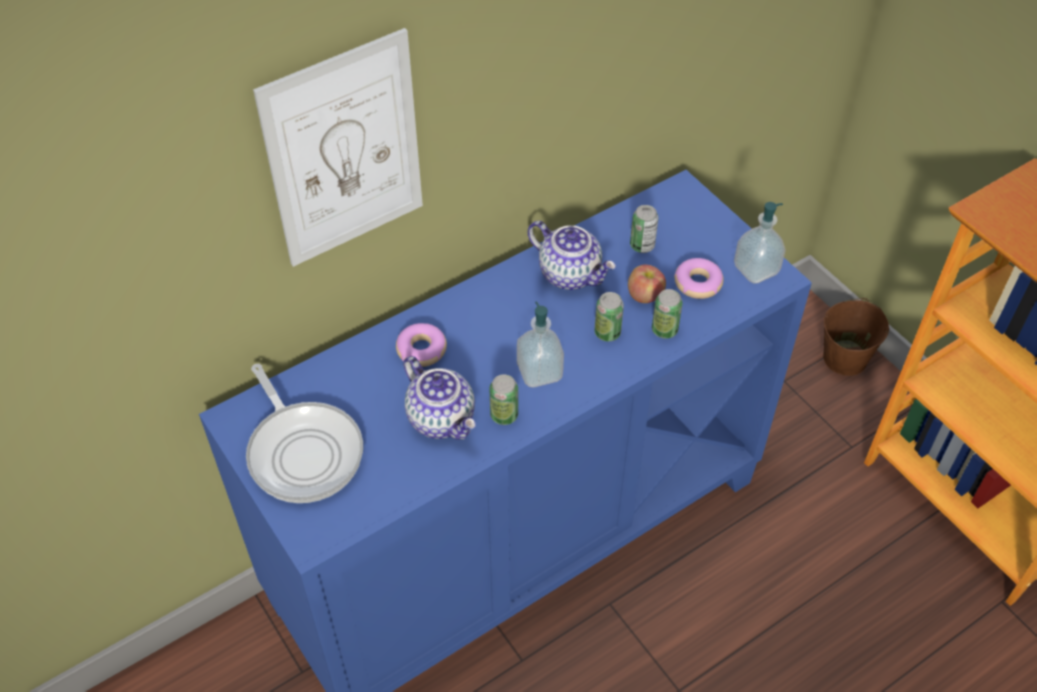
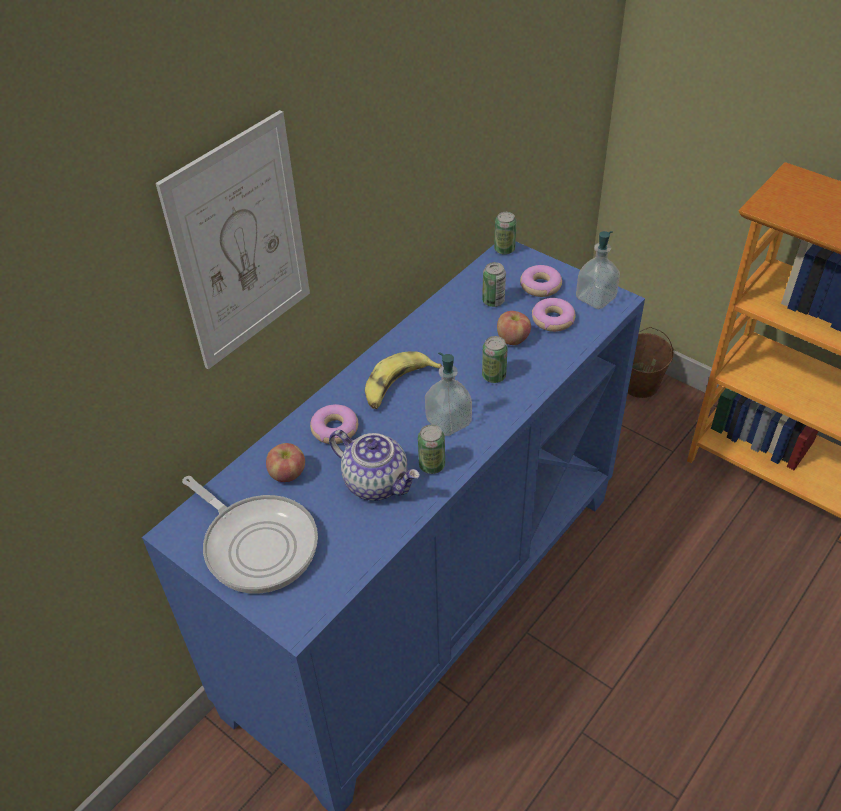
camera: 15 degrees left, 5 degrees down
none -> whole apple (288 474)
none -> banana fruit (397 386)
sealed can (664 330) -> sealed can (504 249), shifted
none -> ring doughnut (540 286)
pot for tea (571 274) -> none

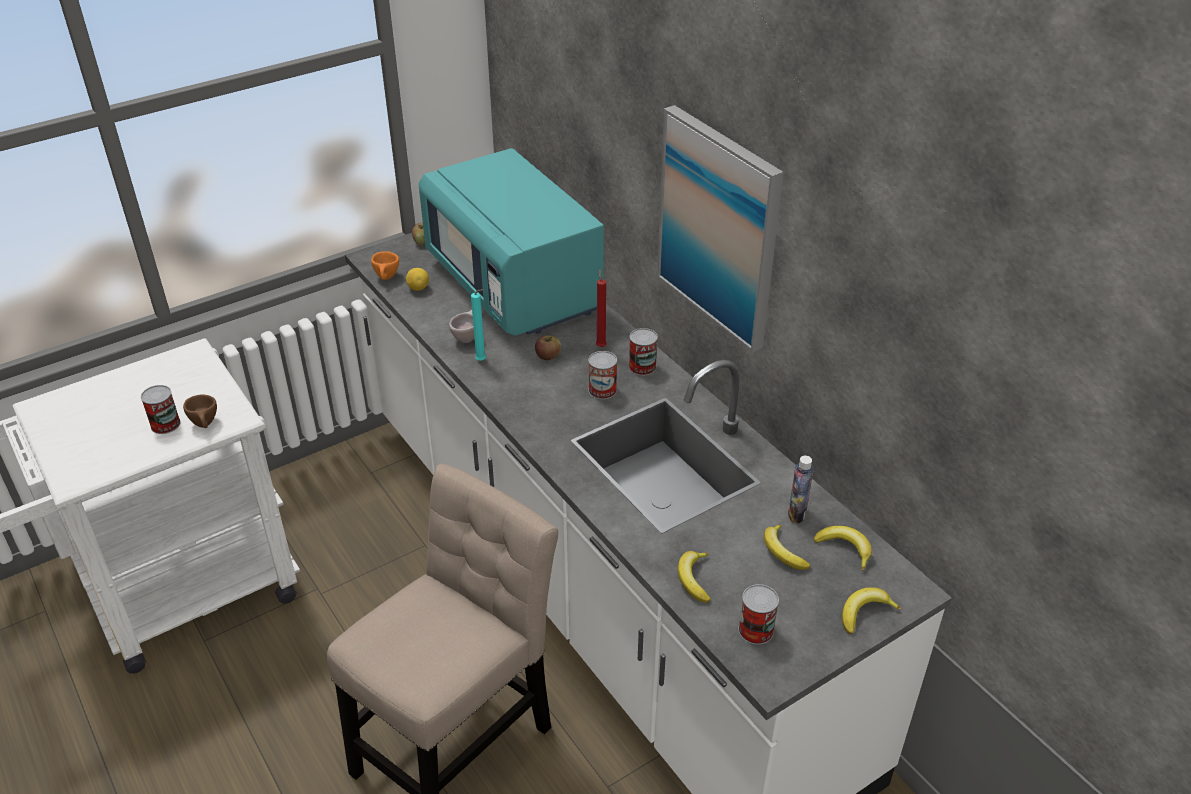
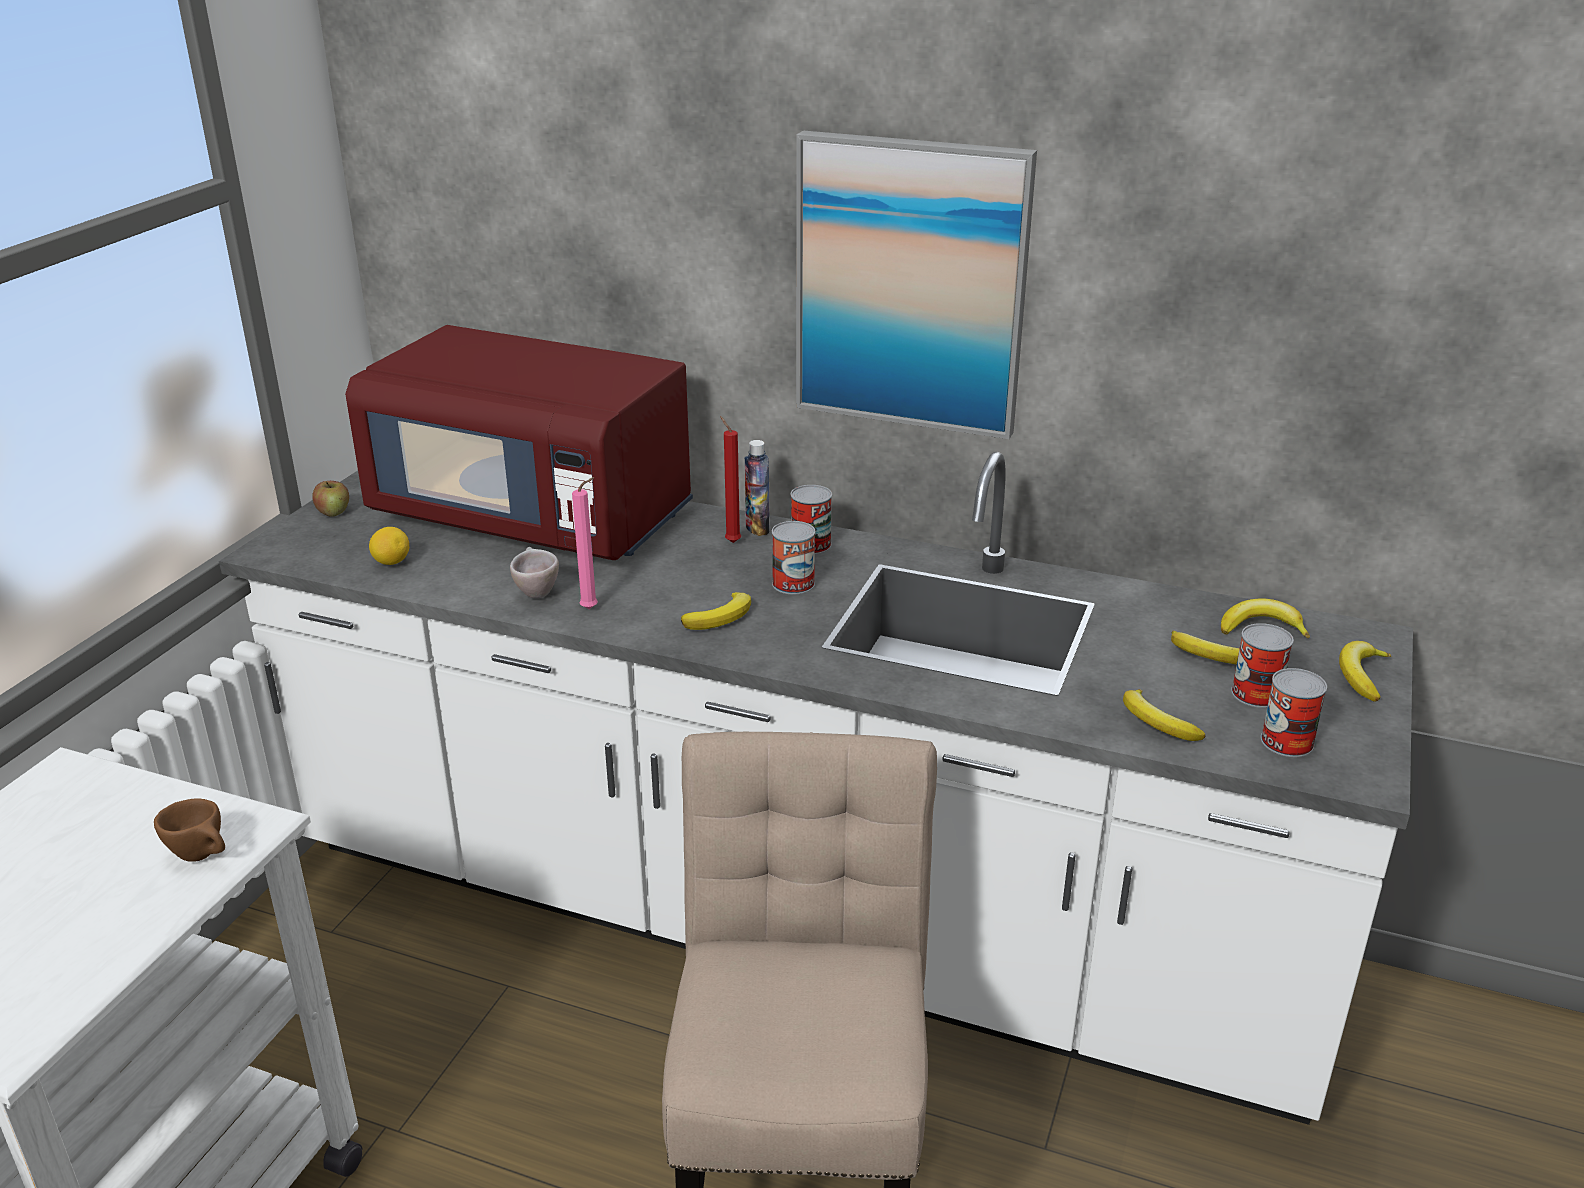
camera: 35 degrees left, 10 degrees down
microwave (blue-green) (515 286) -> microwave (red-coloured) (534 519)
wax candle (blue-green) (482 361) -> wax candle (pinkish) (592 608)
none -> banana fruit (721 617)
beverage bottle (797 513) -> beverage bottle (757 528), shifted
sealed can (165 424) -> sealed can (1256 694), shifted
small cup (orangey) (387 278) -> none
whole apple (548 356) -> none

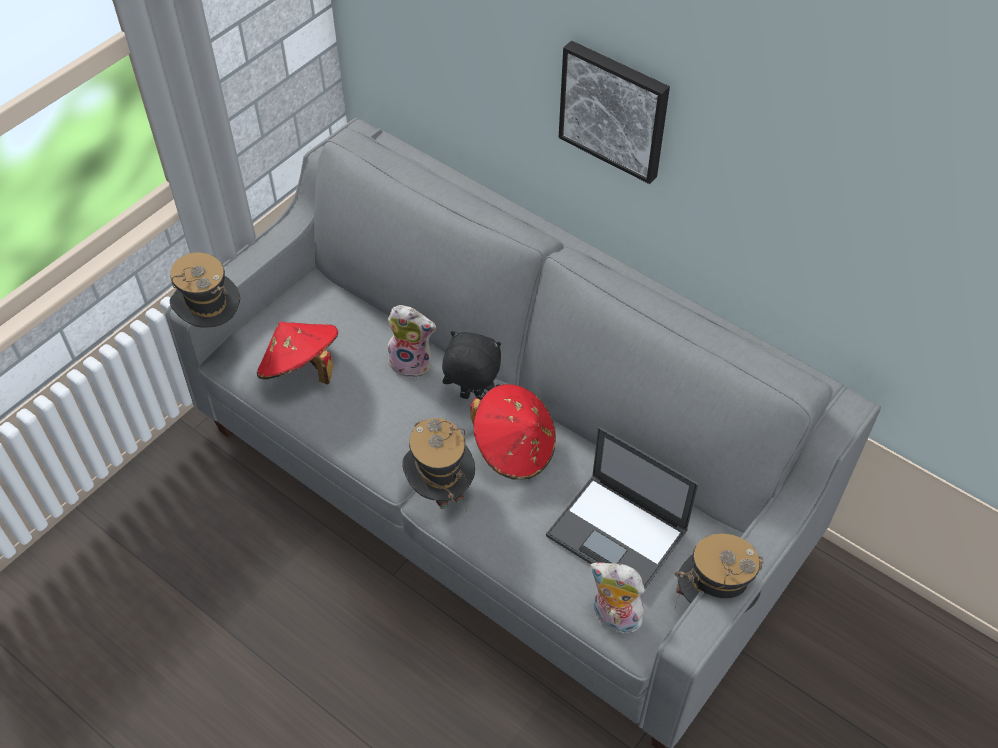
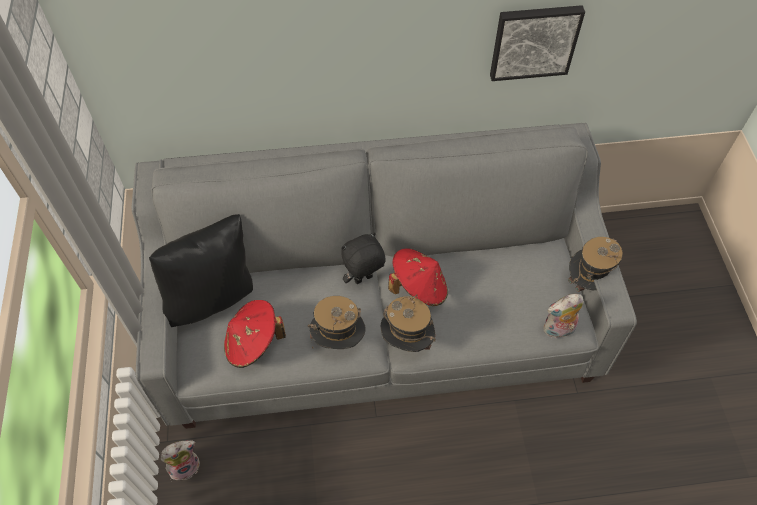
camera: 45 degrees left, 5 degrees up
none -> cushion (black) (212 296)
cuddly toy (413 362) -> cuddly toy (185 465), shifted
hat (212 324) -> hat (338 340), shifted
wall picture (615 109) -> wall picture (534 41), shifted
notebook computer (618 534) -> none

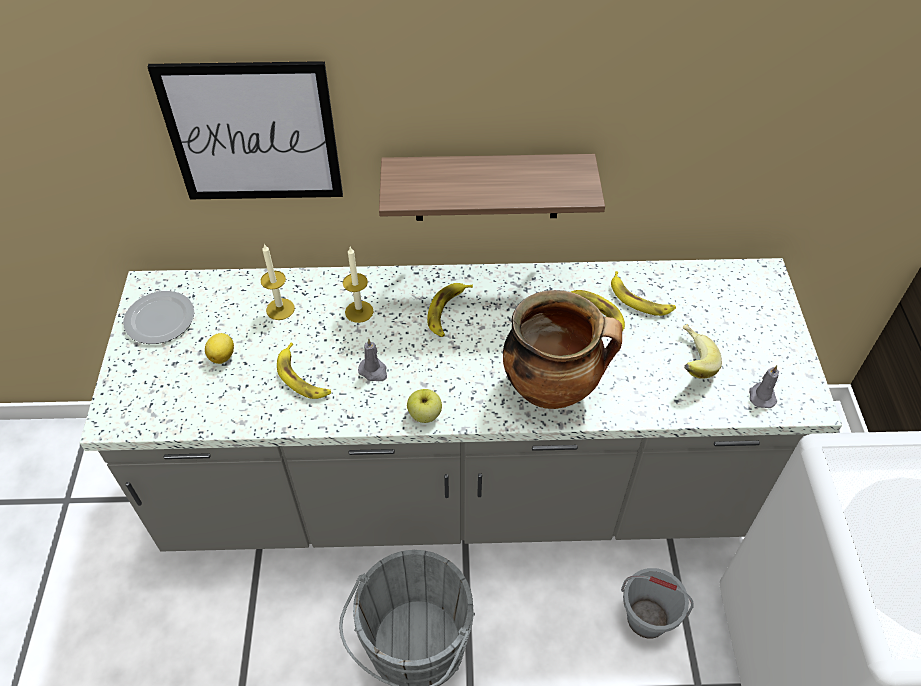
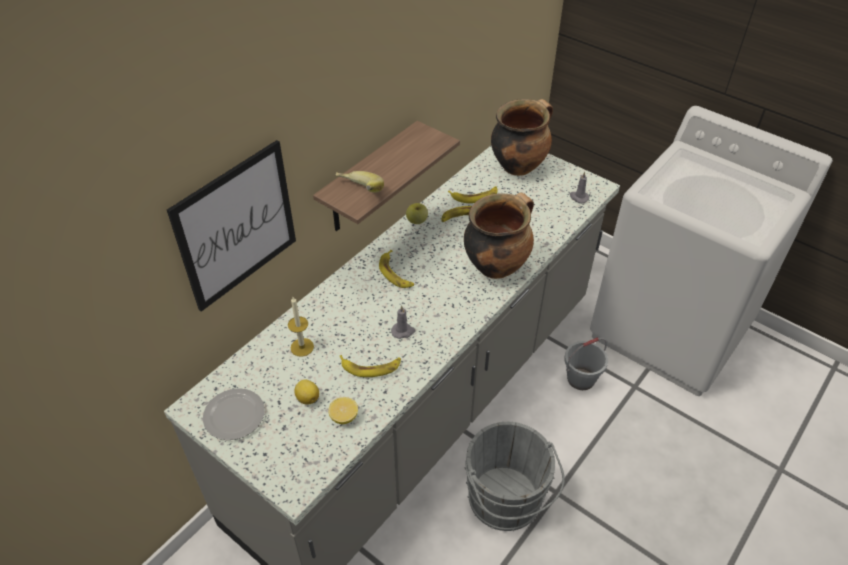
camera: 50 degrees left, 5 degrees down
none -> lemon (344 417)
banana fruit (689 362) -> banana fruit (358 193), shifted
whole apple (425 415) -> whole apple (417 221), shifted
none -> saucepot (518 165)
wax candle (359 311) -> none

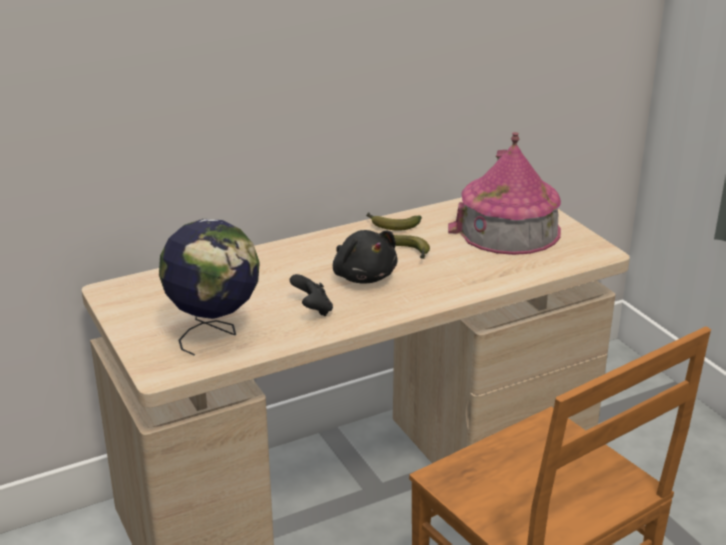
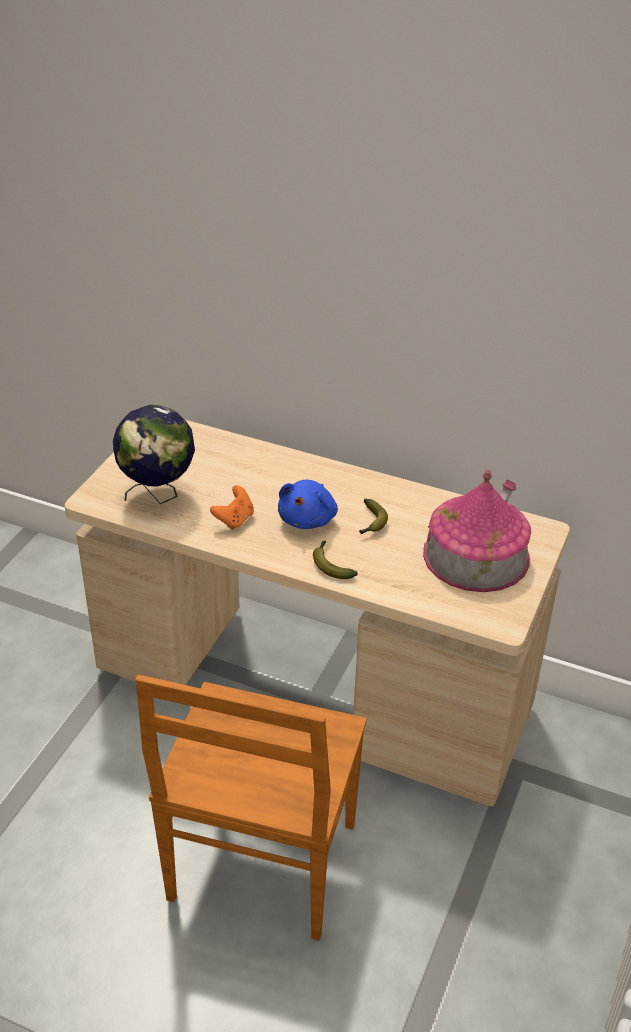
camera: 50 degrees right, 10 degrees up
game controller (black) (313 310) -> game controller (orangey) (234 520)
cuddly toy (black) (363 276) -> cuddly toy (blue) (308 519)
banana fruit (391 225) -> banana fruit (331 565), shifted

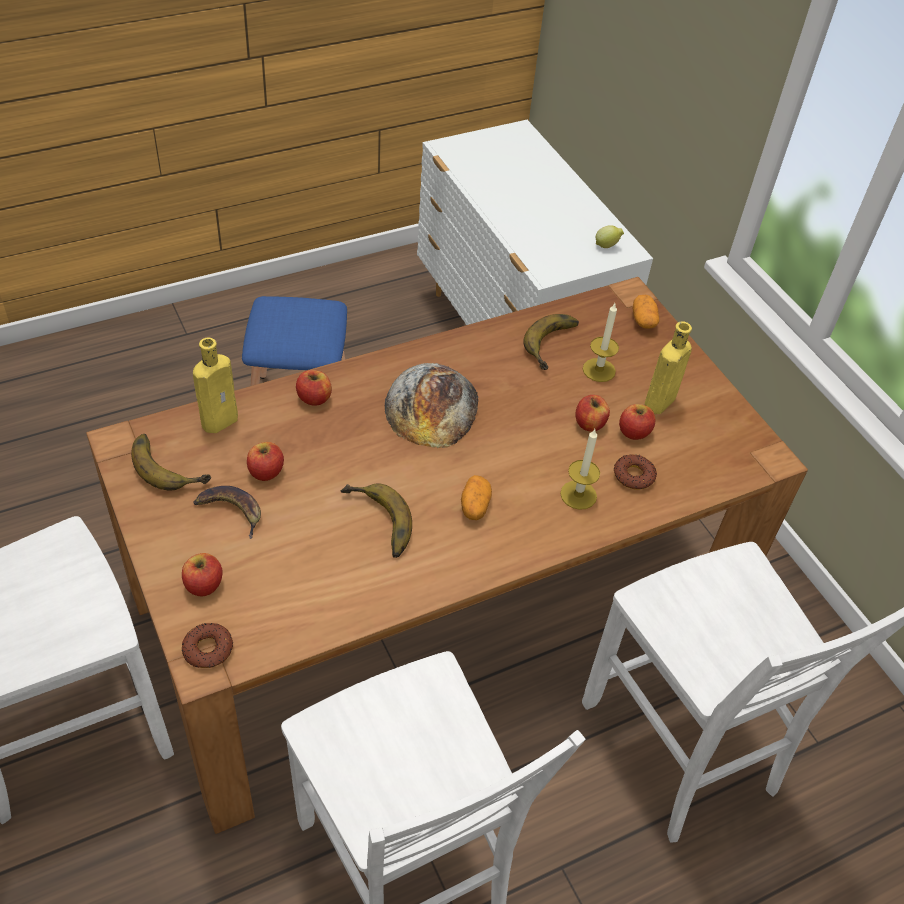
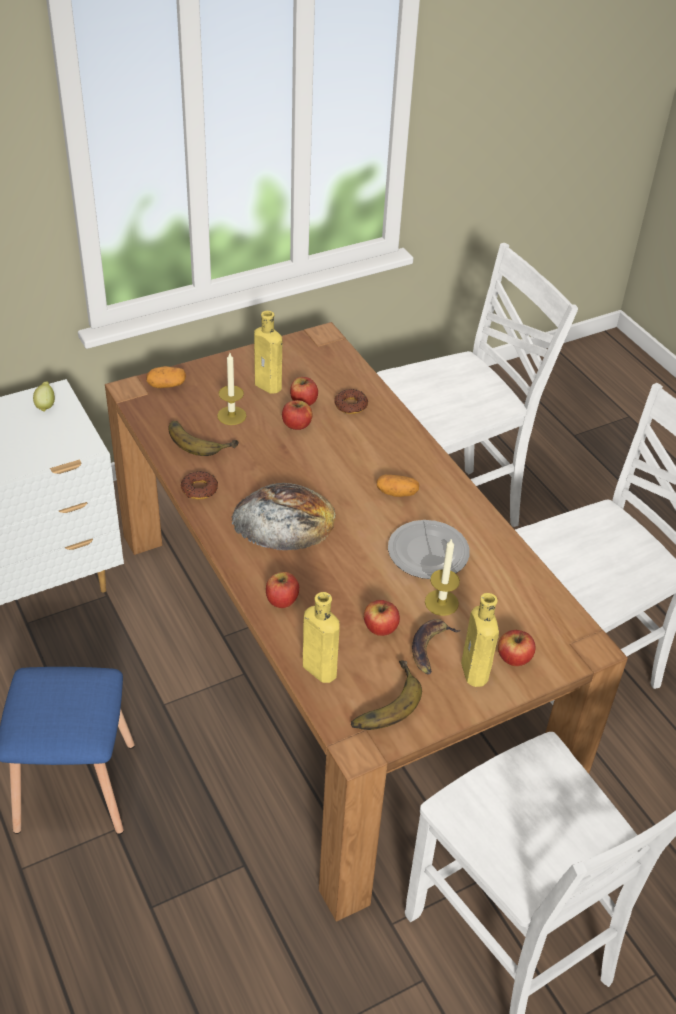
camera: 90 degrees left, 5 degrees down
ring doughnut (207 649) -> ring doughnut (199 489), shifted
banana fruit (375 524) -> dinner plate (427 551)
wax candle (578 495) -> wax candle (441 602), shifted
none -> beverage bottle (yellow-coloured) (475 673)

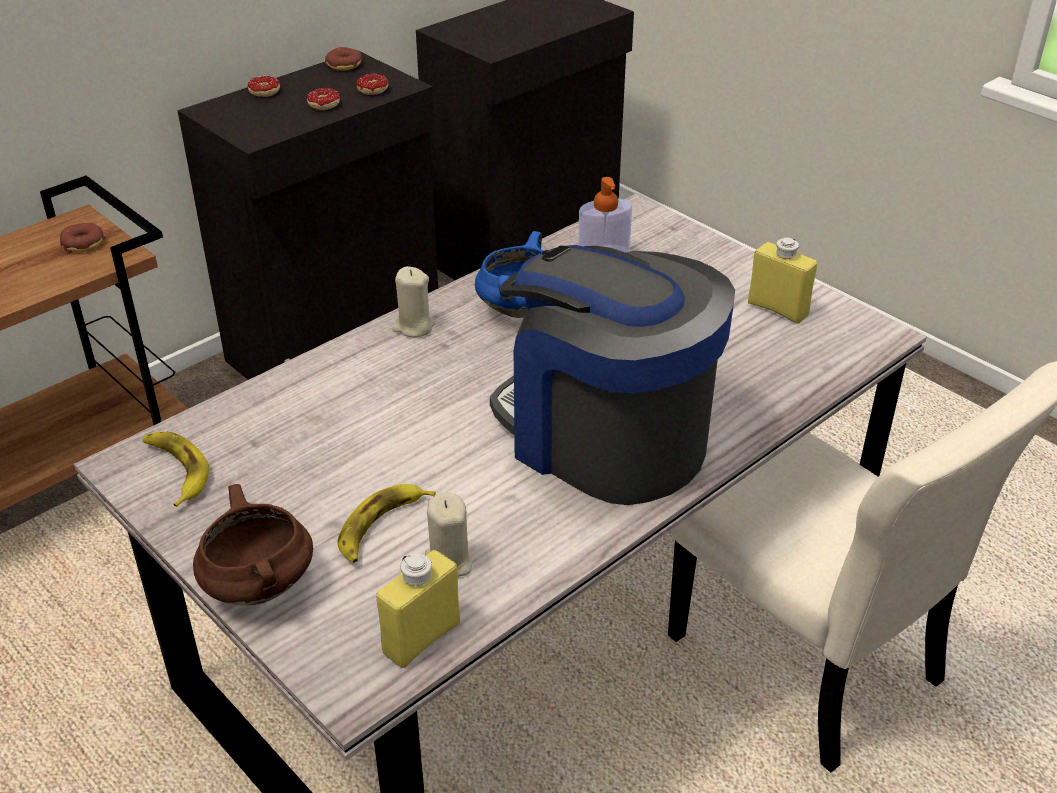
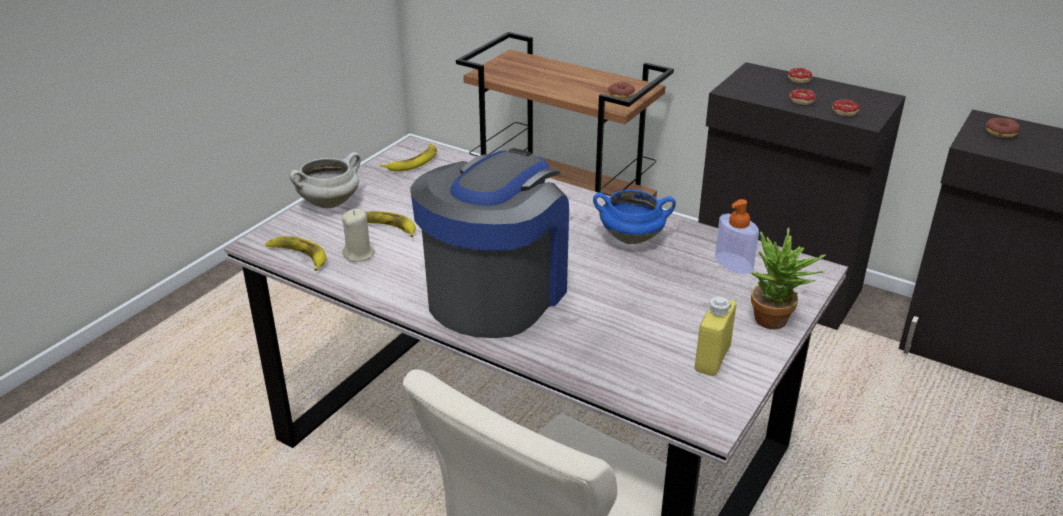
camera: 75 degrees right, 5 degrees down
beverage bottle (yellow-coloured) (421 638) -> banana fruit (298 256)
saucepot (brownish) (257 585) -> saucepot (white) (330 202)
none -> potted plant (776 323)
ring doughnut (344 65) -> ring doughnut (1001 133), shifted
wax candle (beige-coloured) (413 327) -> none

